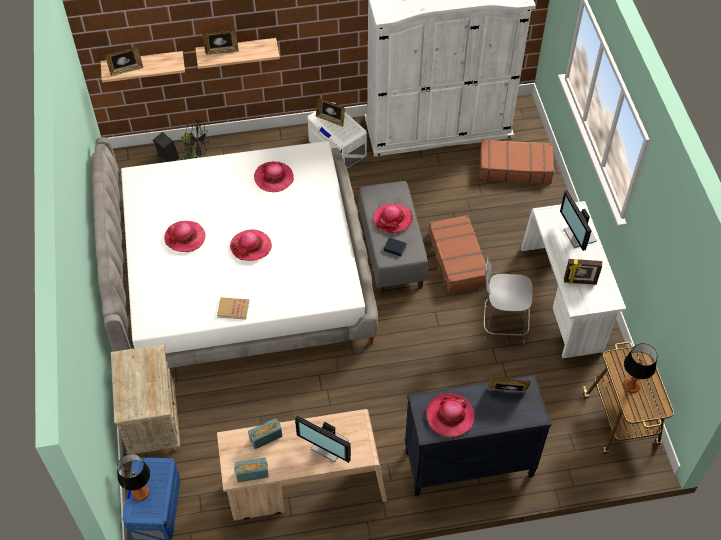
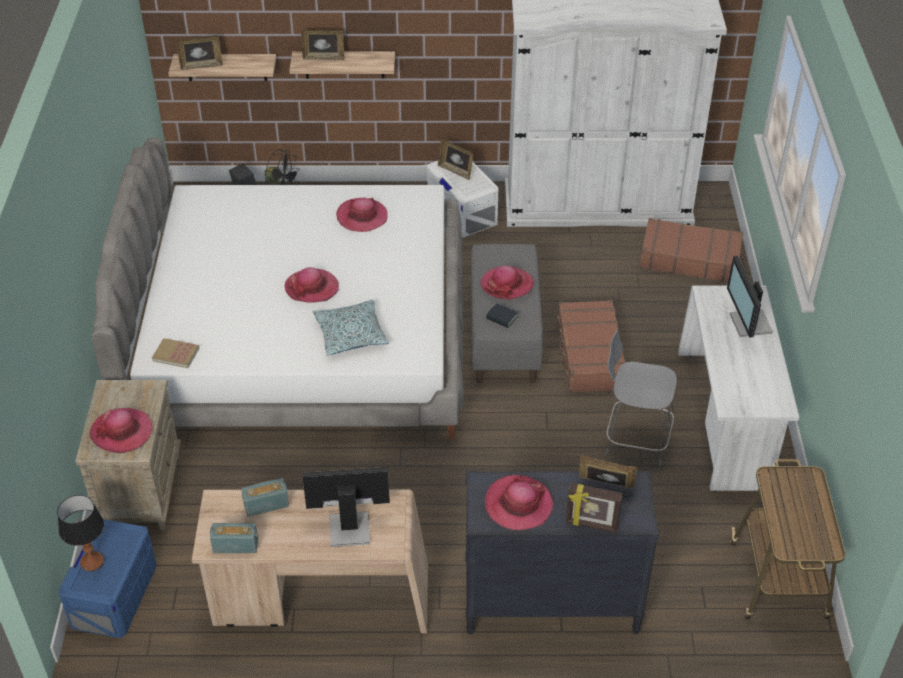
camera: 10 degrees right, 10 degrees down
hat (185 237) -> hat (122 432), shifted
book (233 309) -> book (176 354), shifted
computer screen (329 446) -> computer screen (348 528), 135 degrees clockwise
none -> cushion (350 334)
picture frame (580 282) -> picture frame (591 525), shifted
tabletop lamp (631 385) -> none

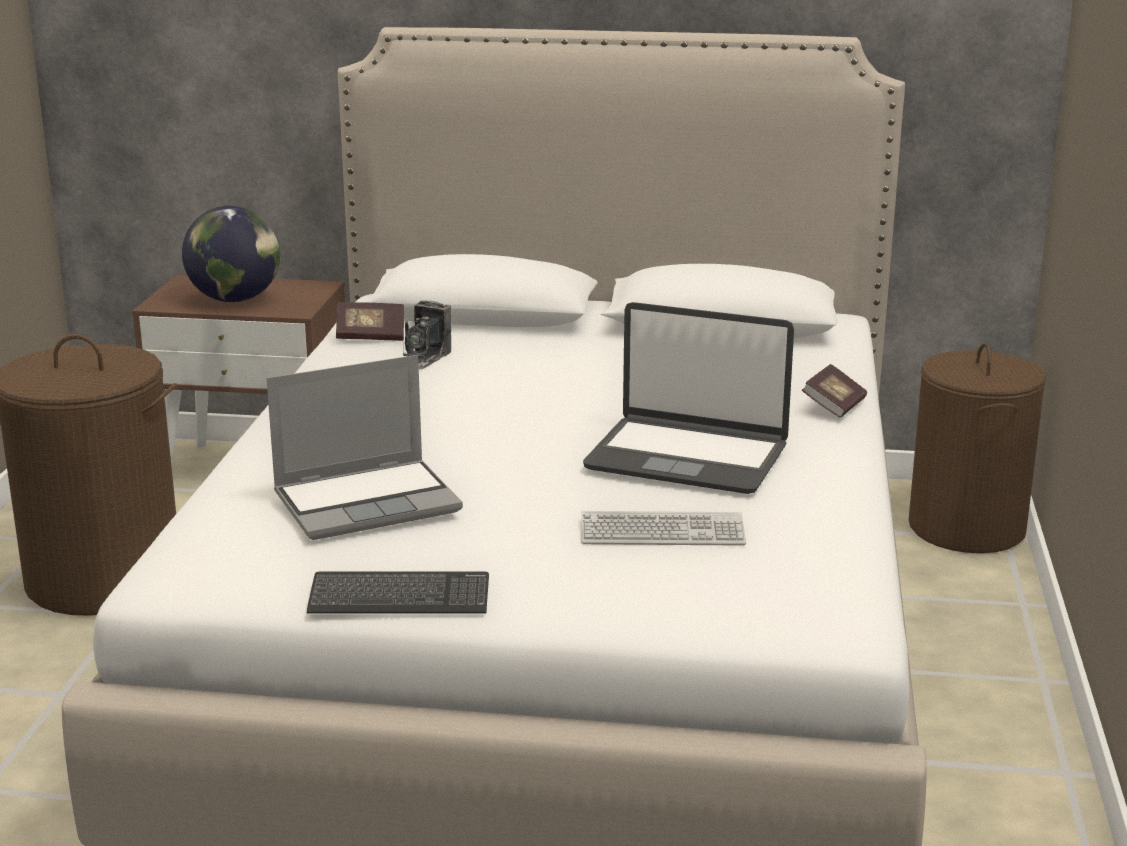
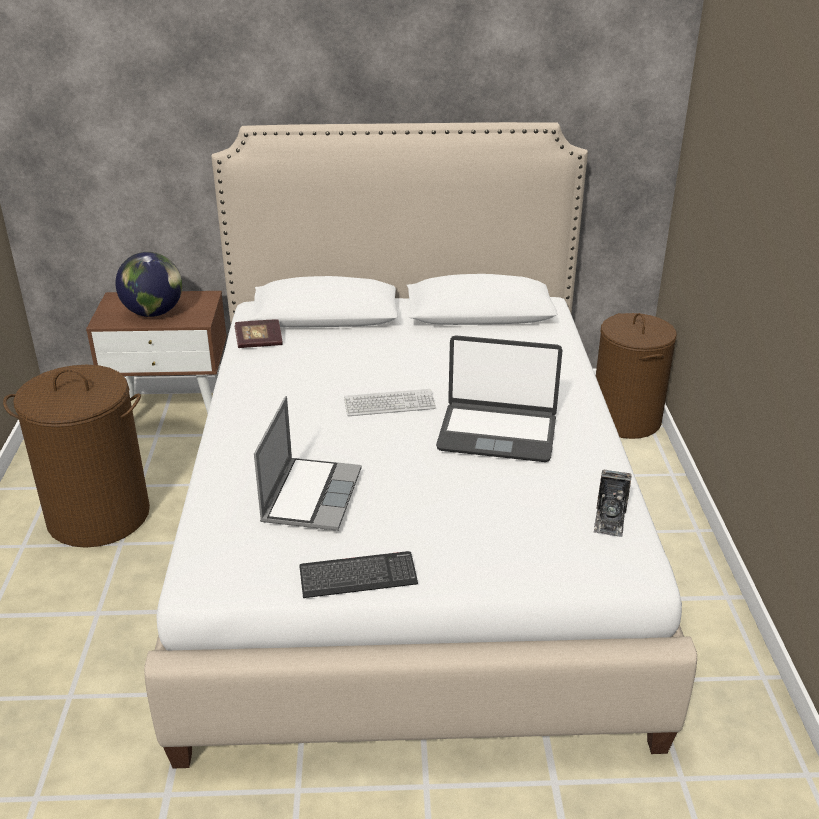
camera: 10 degrees left, 10 degrees up
notebook computer (368 502) -> notebook computer (310 495), 45 degrees counterclockwise
keyboard (662 532) -> keyboard (389 404), shifted
still camera (422 358) -> still camera (610 519), shifted
book (834 407) -> none

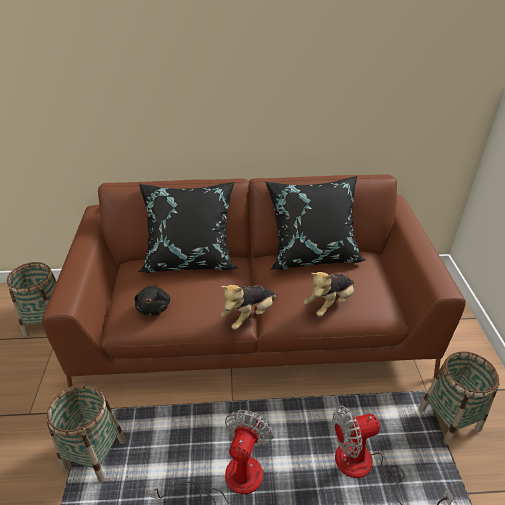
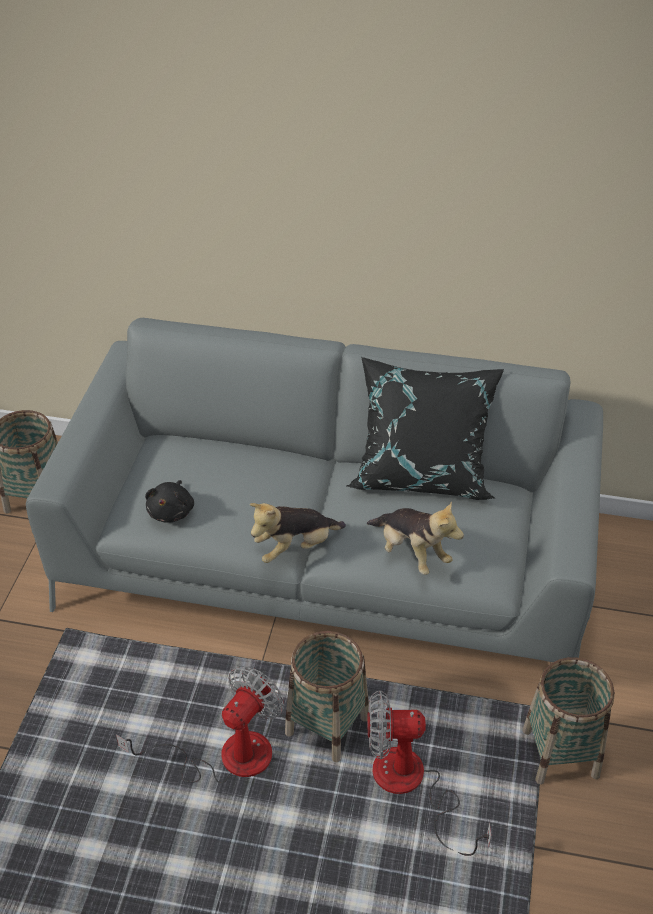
camera: 15 degrees right, 5 degrees up
couch (brownish) (252 327) -> couch (grey) (327 563)
storage basket (94 454) -> storage basket (327 726), shifted
cuddly toy (330 304) -> cuddly toy (411 553), 105 degrees counterclockwise
cushion (black) (190 258) -> none

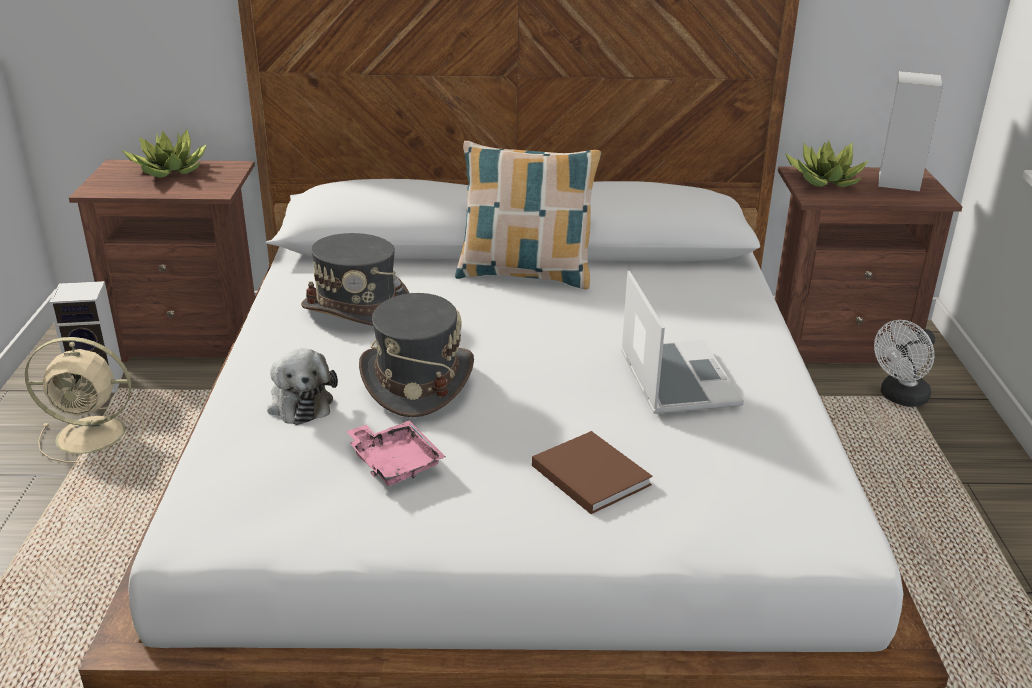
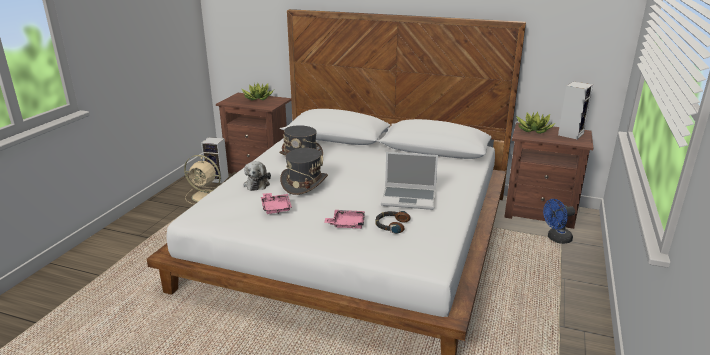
camera: 20 degrees right, 5 degrees down
book (brownish) (588 473) -> tray (pinkish) (346 224)
none -> headphones (391 225)
notebook computer (675 379) -> notebook computer (409 198), 90 degrees clockwise
fan (white) (900 398) -> fan (blue) (556 239)
cushion (525 274) -> none

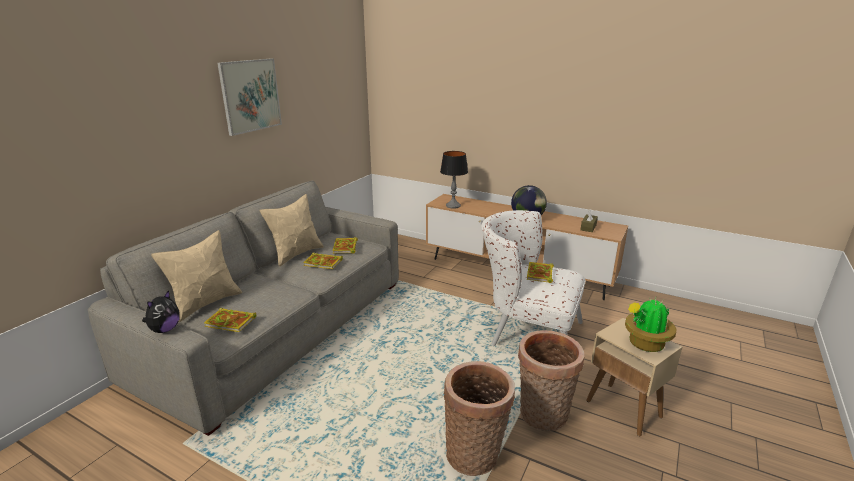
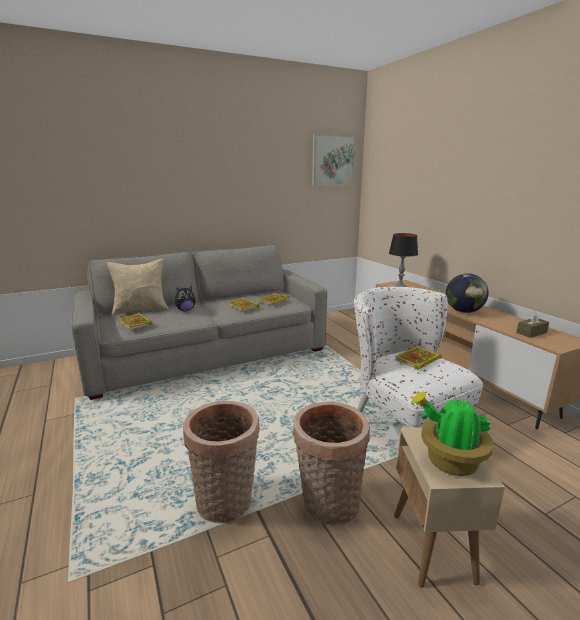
camera: 35 degrees right, 5 degrees down
cuddly toy (165 329) -> cuddly toy (185 310), shifted
wall picture (250 95) -> wall picture (333 160), shifted
cushion (beige-coloured) (296 254) -> none

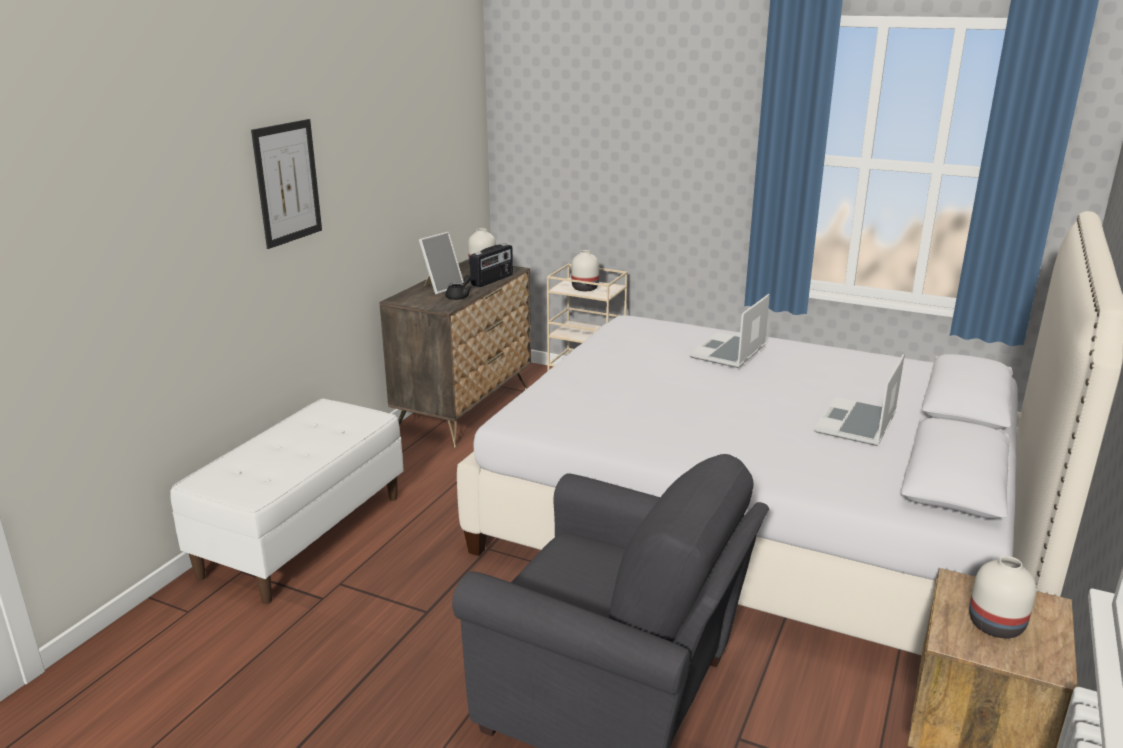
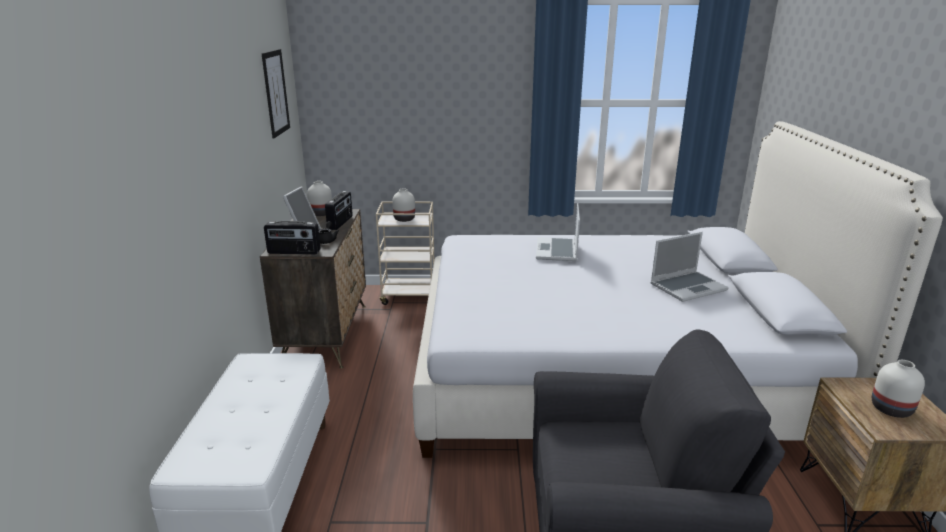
camera: 25 degrees left, 0 degrees up
wall picture (287 183) -> wall picture (275 93), shifted
none -> radio set (294 252)
notebook computer (857 424) -> notebook computer (688 287), 120 degrees counterclockwise

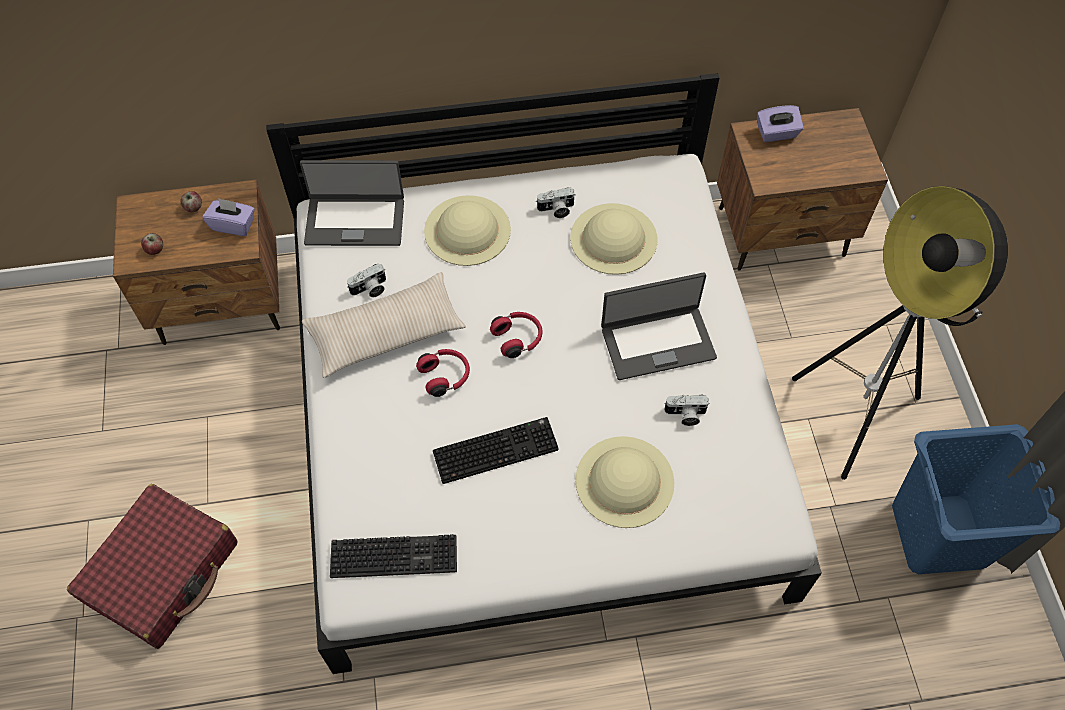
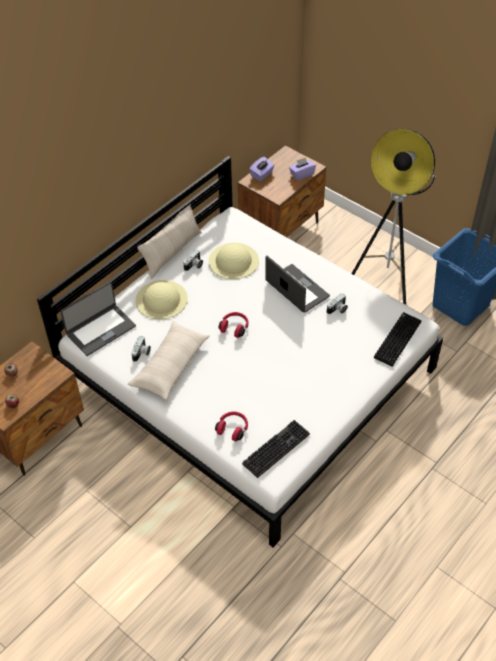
camera: 40 degrees left, 10 degrees down
none -> cushion (beige-coloured) (172 252)
headphones (red-coloured) (445 376) -> headphones (red-coloured) (233 428), shifted
notebook computer (657 342) -> notebook computer (296 289), 75 degrees counterclockwise
tissue holder (purple) (233 225) -> tissue holder (purple) (301 174), shifted
keyboard (496 449) -> keyboard (397 339), shifted
suitcase (red-coloured) (162 572) -> none
hat (beige-coloured) (624 481) -> none

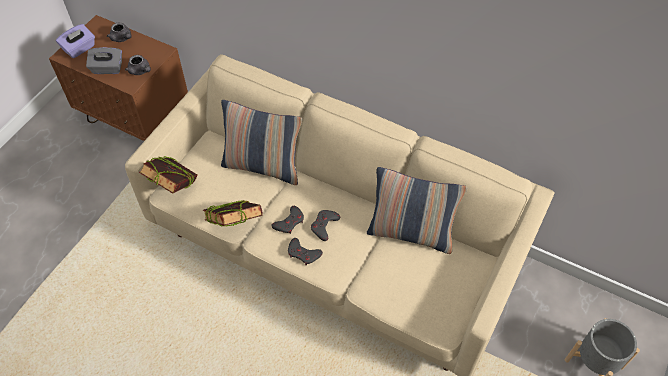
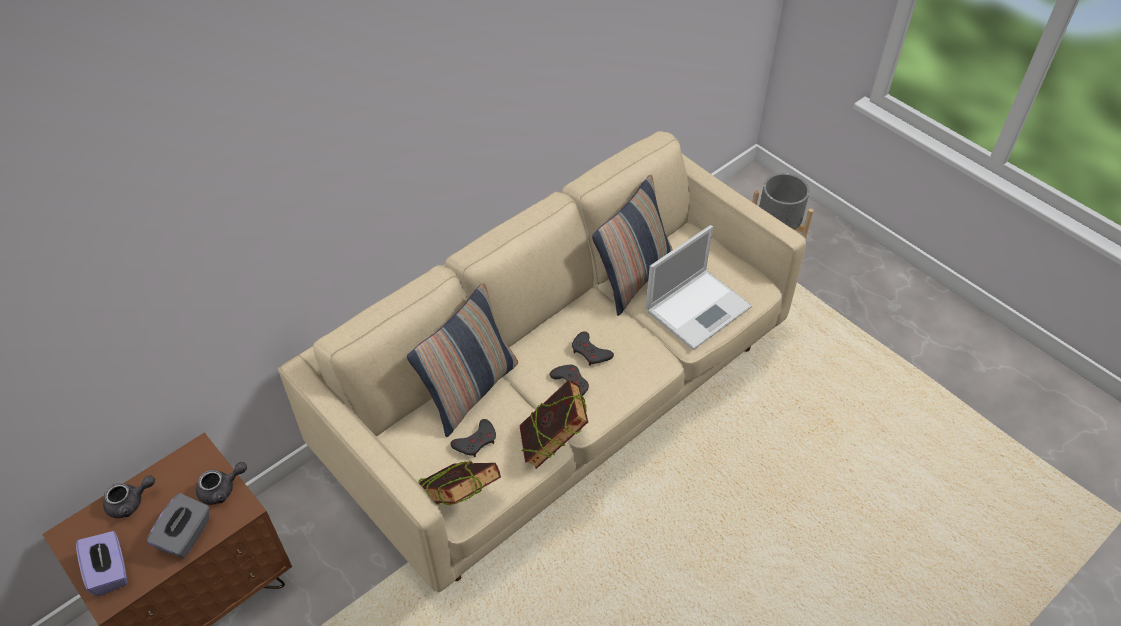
camera: 70 degrees left, 5 degrees down
game controller (grey) (303 254) -> game controller (grey) (476 441), shifted
none -> notebook computer (699 307)

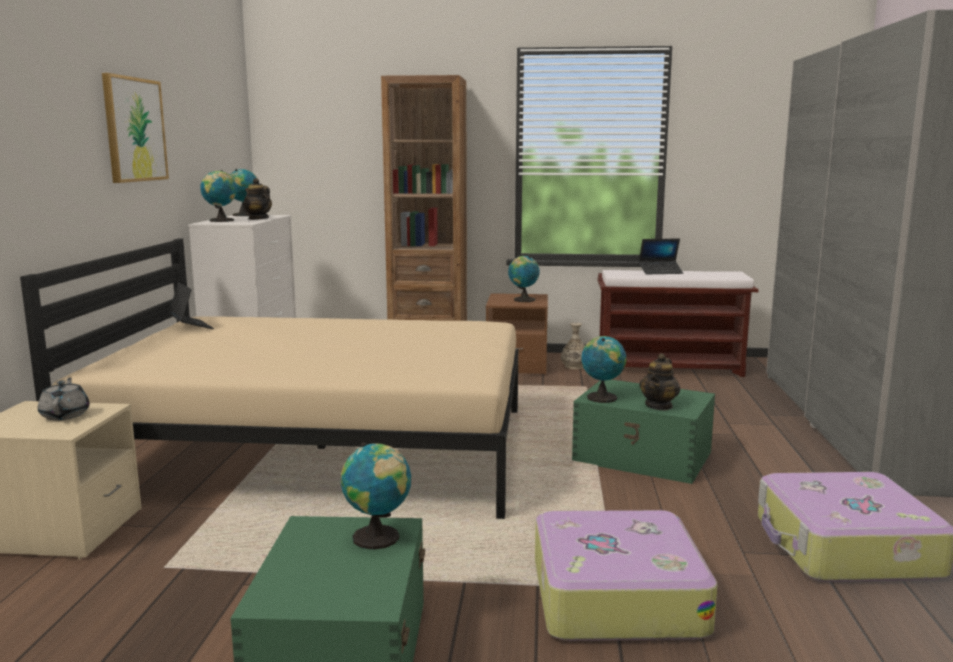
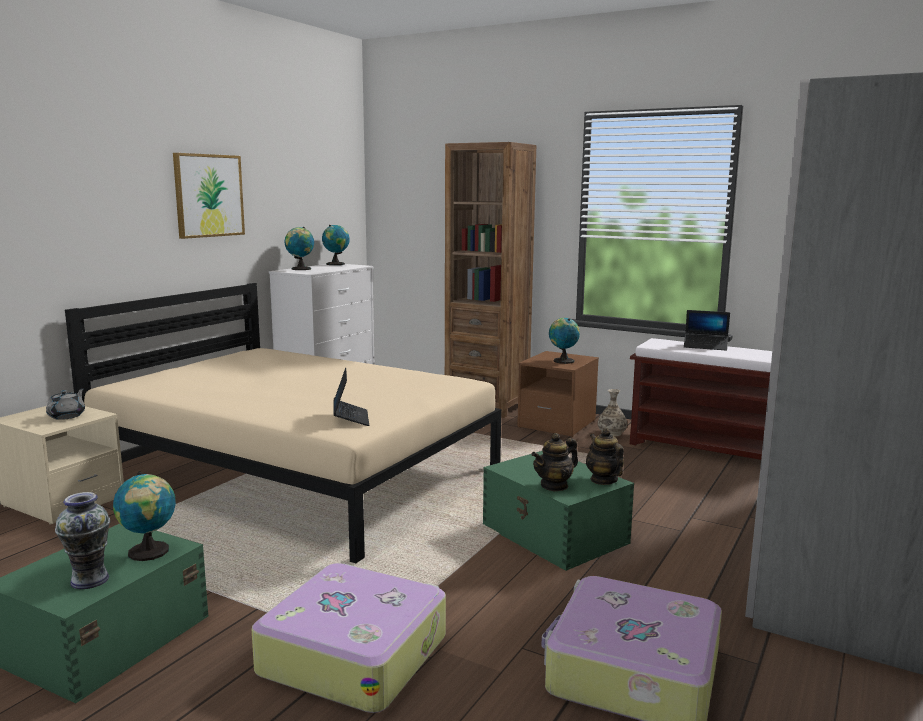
camera: 25 degrees right, 0 degrees up
none -> decorative vase (90 579)
notebook computer (191 326) -> notebook computer (350 418), shifted
pot for tea (258 219) -> pot for tea (603 480), shifted
globe (602 397) -> none

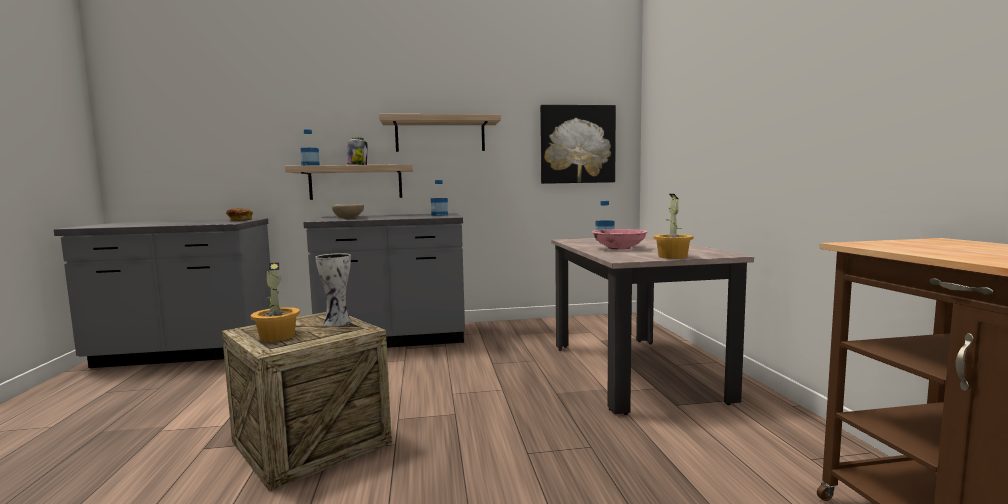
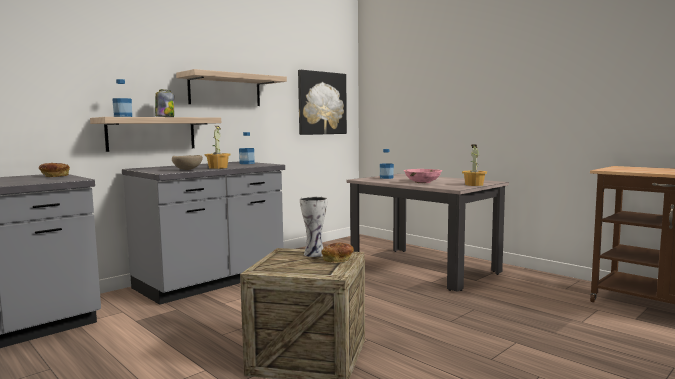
camera: 35 degrees left, 0 degrees up
potted plant (277 336) -> potted plant (217 167), shifted
none -> baked bread (338 260)

